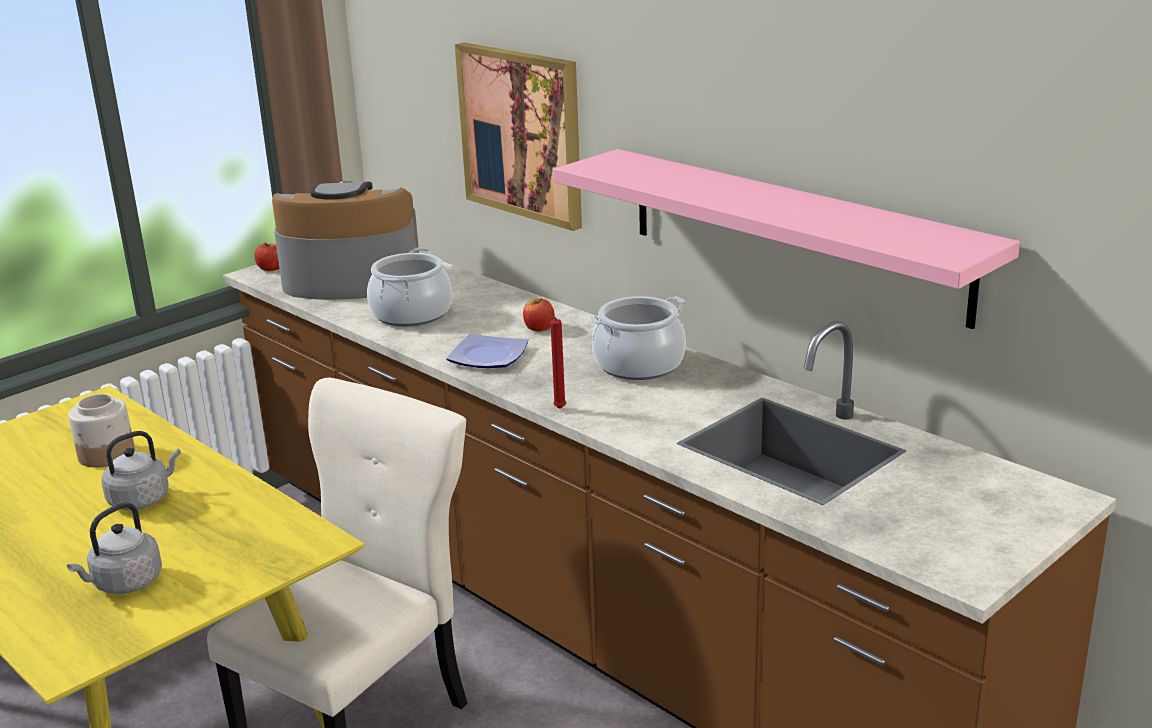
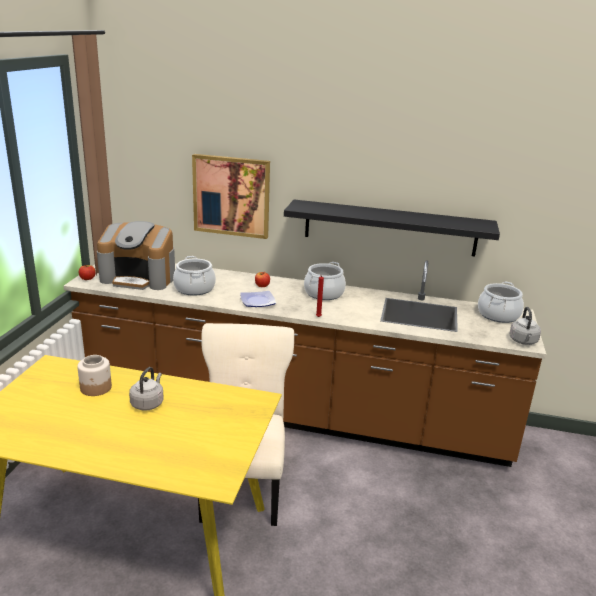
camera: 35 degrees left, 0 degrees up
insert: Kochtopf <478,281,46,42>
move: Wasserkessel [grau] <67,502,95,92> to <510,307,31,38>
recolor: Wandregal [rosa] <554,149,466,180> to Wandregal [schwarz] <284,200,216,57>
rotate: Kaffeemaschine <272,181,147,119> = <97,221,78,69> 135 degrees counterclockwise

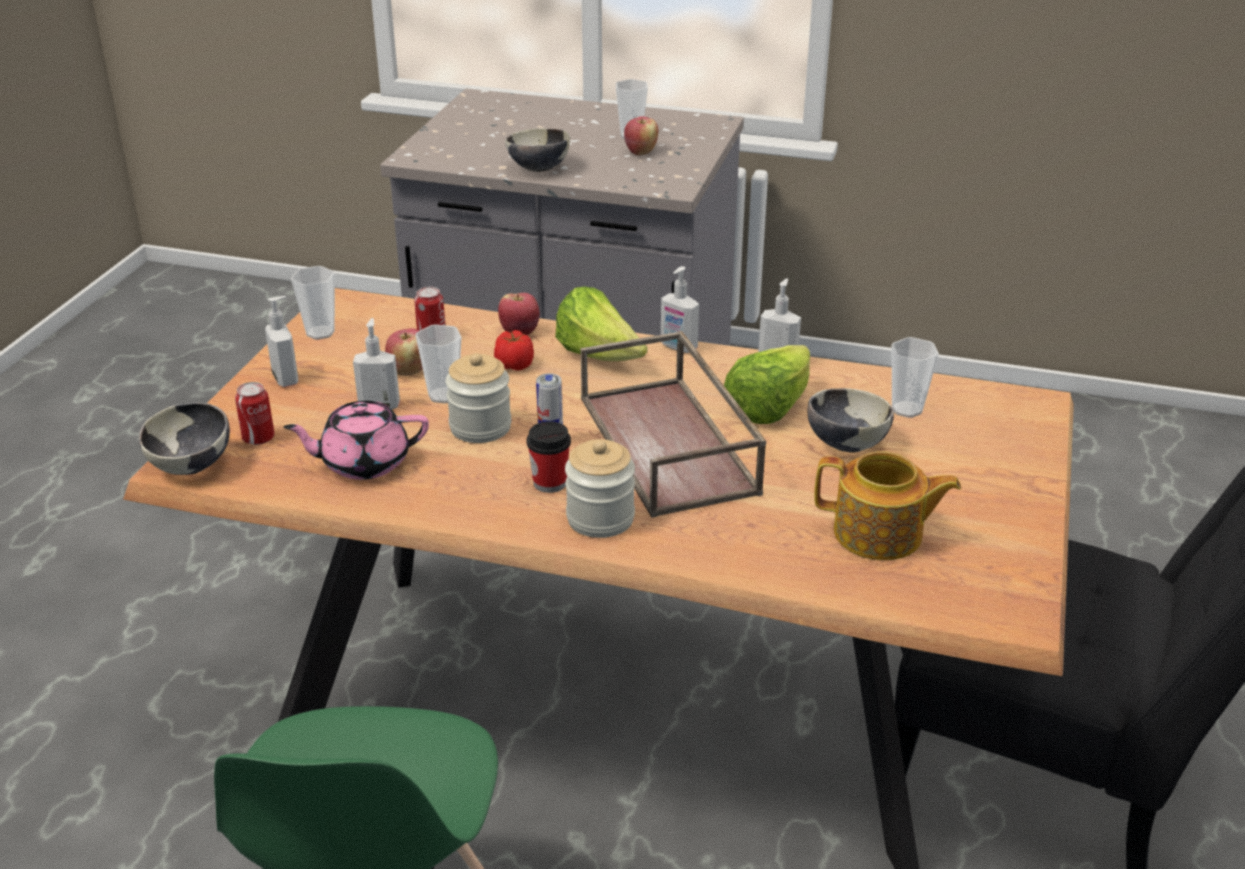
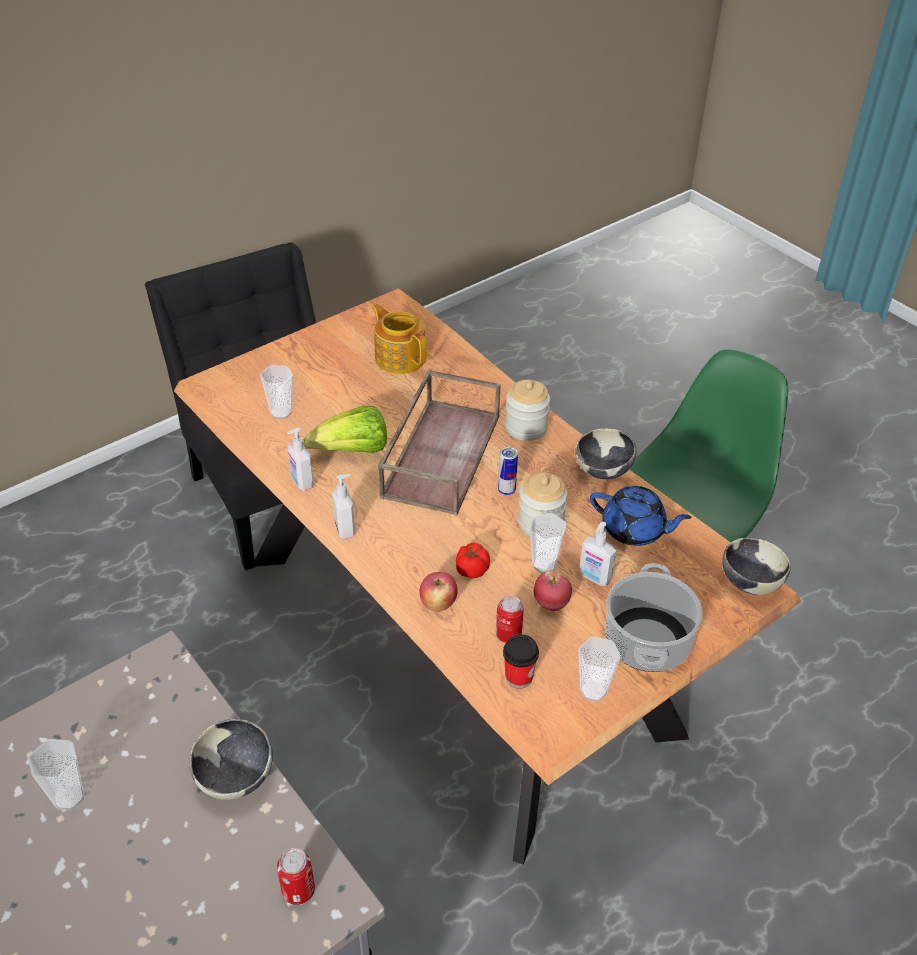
camera: 145 degrees left, 10 degrees up
delete: Apfel <624,116,34,39>; Salatkopf <555,286,93,75>
move: Dose <235,382,40,63> to <277,848,38,57>; Schüssel <808,388,86,65> to <575,428,61,51>; Tasse <527,421,44,72> to <503,634,36,55>
replace: Seifenspender <265,296,33,91> to Kochtopf <605,563,98,109>
recolor: Teekanne [rosa] <283,401,146,79> to Teekanne [blau] <590,486,102,60>

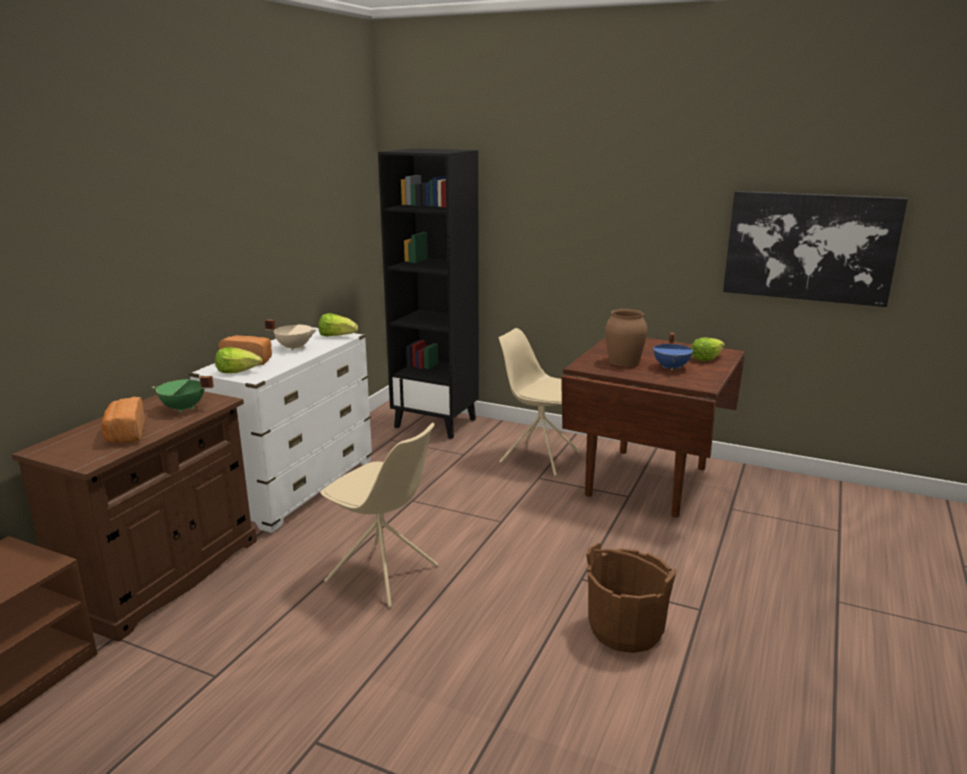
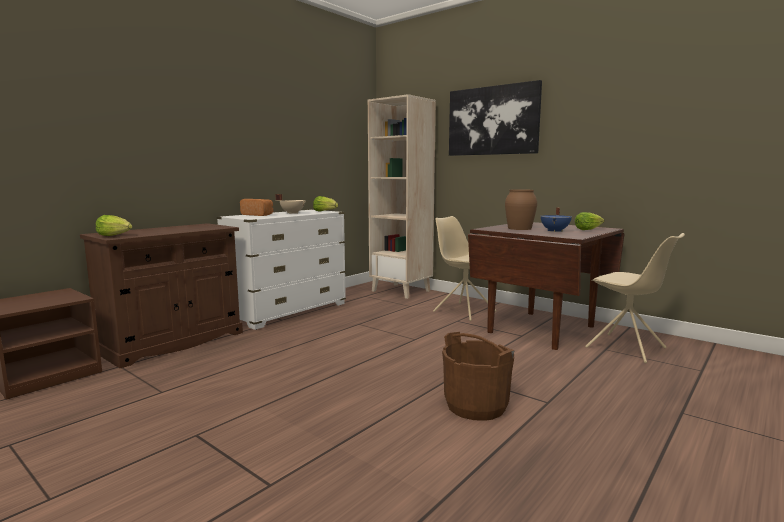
camera: 15 degrees right, 10 degrees down
delete: Kochtopf [grün] <152,376,62,37>; Brot <102,397,43,46>
move: Bild <723,191,185,116> to <449,80,93,76>; Salatkopf <215,347,47,26> to <96,215,36,21>; Stuhl [beige] <320,423,118,185> to <585,233,100,130>
recolor: Bücherregal [schwarz] <378,149,101,290> to Bücherregal [beige] <368,94,68,205>

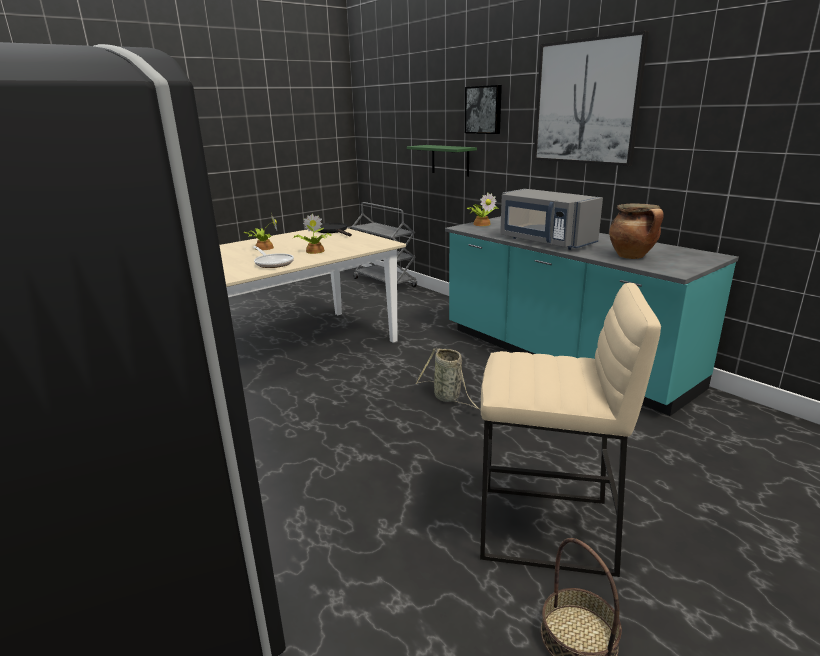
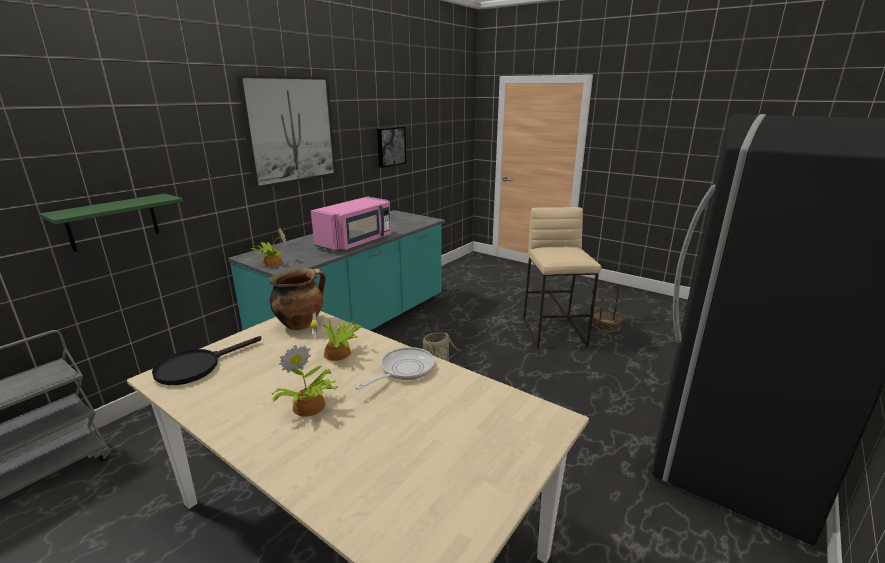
camera: 105 degrees left, 0 degrees up
move: Bild <465,85,37,49> to <377,127,29,41>; Kochtopf <609,204,55,55> to <269,268,57,62>
recolor: Mikrowelle [grau] <500,189,103,61> to Mikrowelle [rosa] <311,197,80,54>

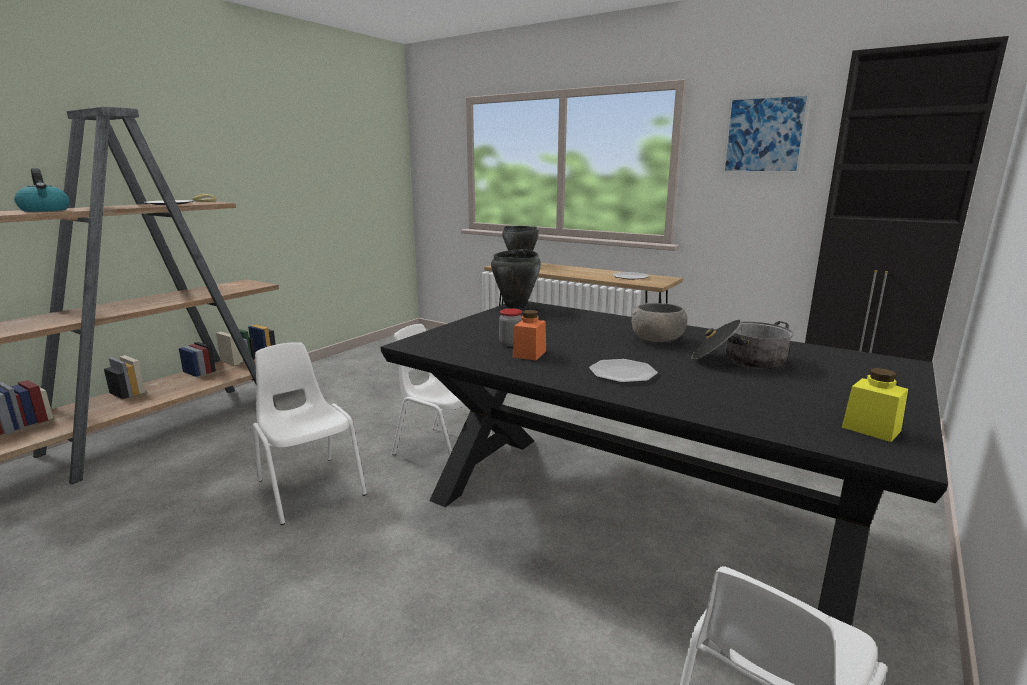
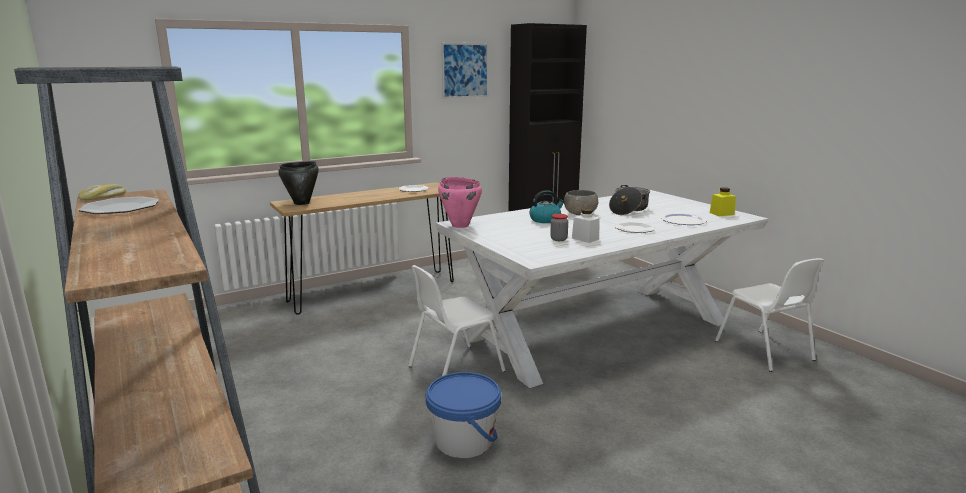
camera: 65 degrees left, 0 degrees up
insert: Teller <661,213,46,12>
move: Wasserkessel <14,168,56,44> to <530,190,35,33>
replace: Stuhl [weiß] <253,342,114,183> to Eimer [blau] <426,372,75,86>
recolor: Kochtopf [schwarz] <491,249,50,60> to Kochtopf [rosa] <438,177,44,51>; Esstisch [schwarz] <381,301,567,325> to Esstisch [weiß] <436,190,332,198>; Vorratsglas [orange] <513,310,33,50> to Vorratsglas [weiß] <572,208,27,35>

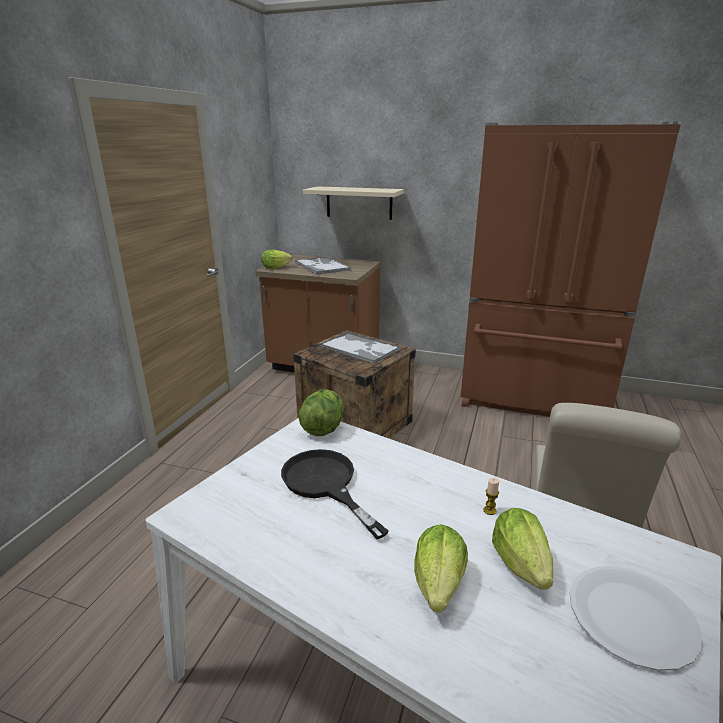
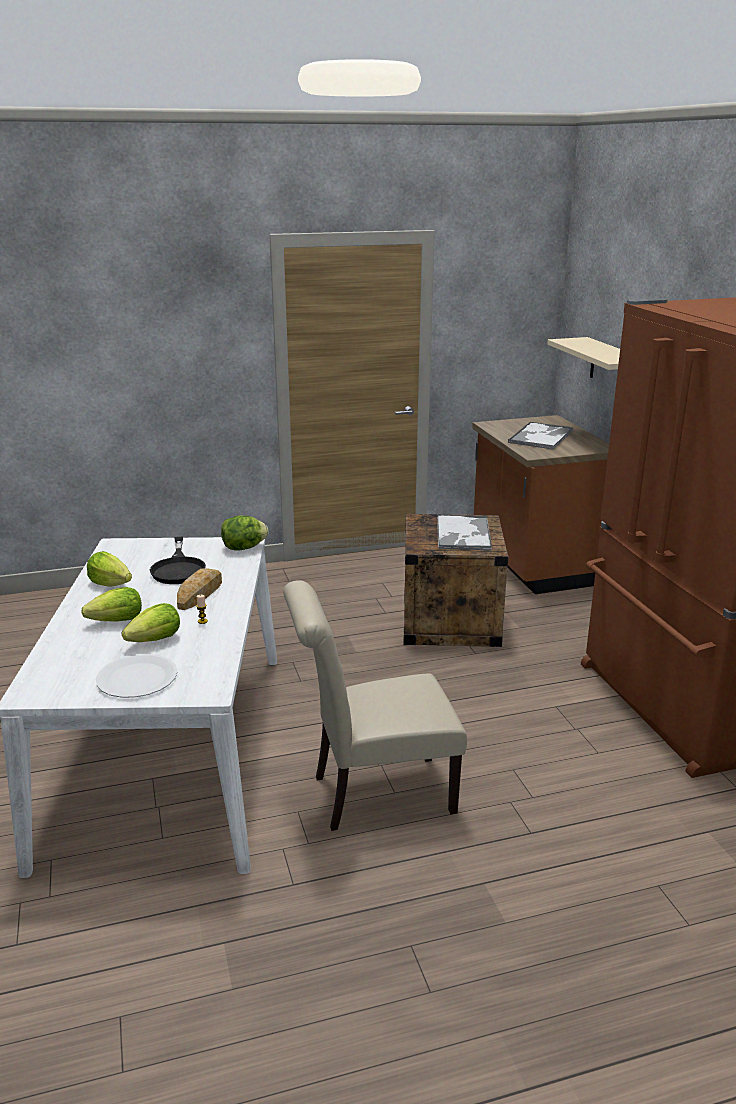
camera: 55 degrees right, 0 degrees up
insert: Brot <177,568,45,42>
move: Salatkopf <261,250,31,19> to <87,551,45,35>
rotate: Pfanne [schwarz] <281,449,108,90> = <150,537,56,47> 150 degrees clockwise

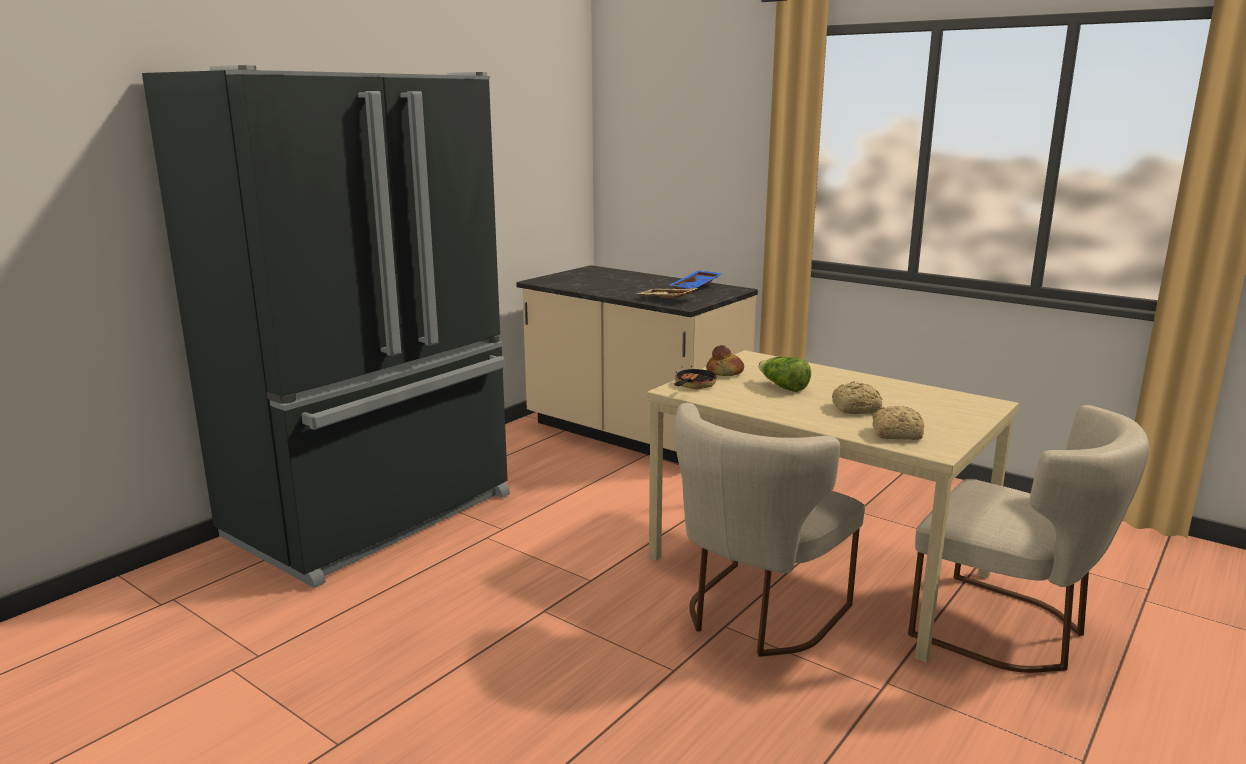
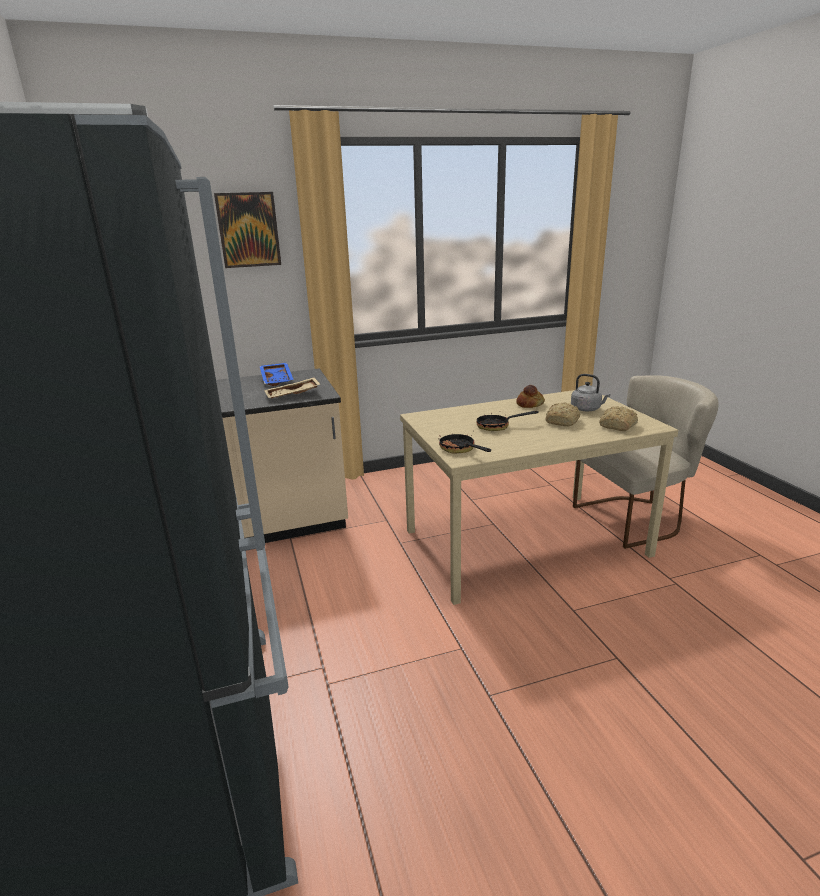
camera: 55 degrees left, 5 degrees up
delete: Stuhl [beige] <675,403,190,254>
insert: Bild <214,192,67,76>; Wasserkessel [grau] <571,374,40,37>
move: Brot <706,345,38,31> to <516,385,29,23>
replace: Salatkopf <758,357,53,35> to Pfanne <477,411,62,20>

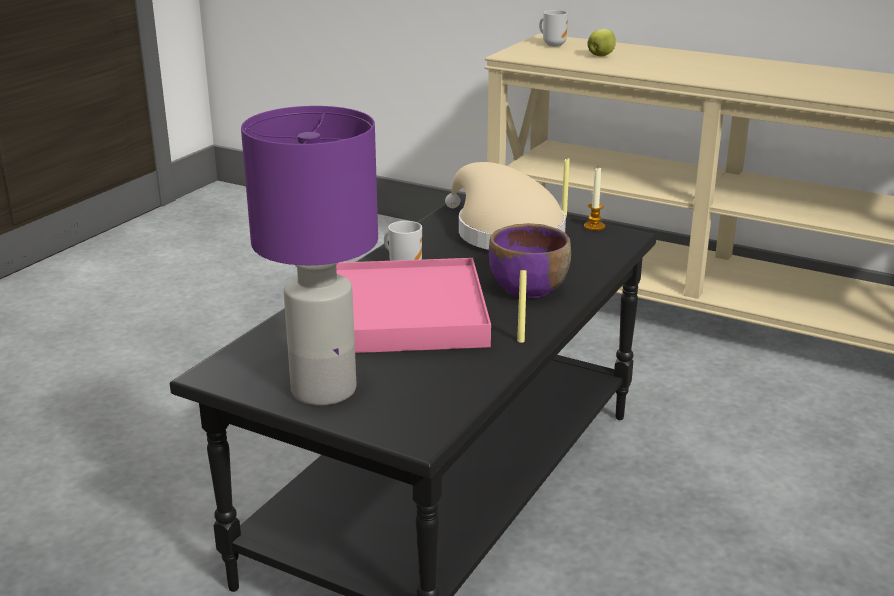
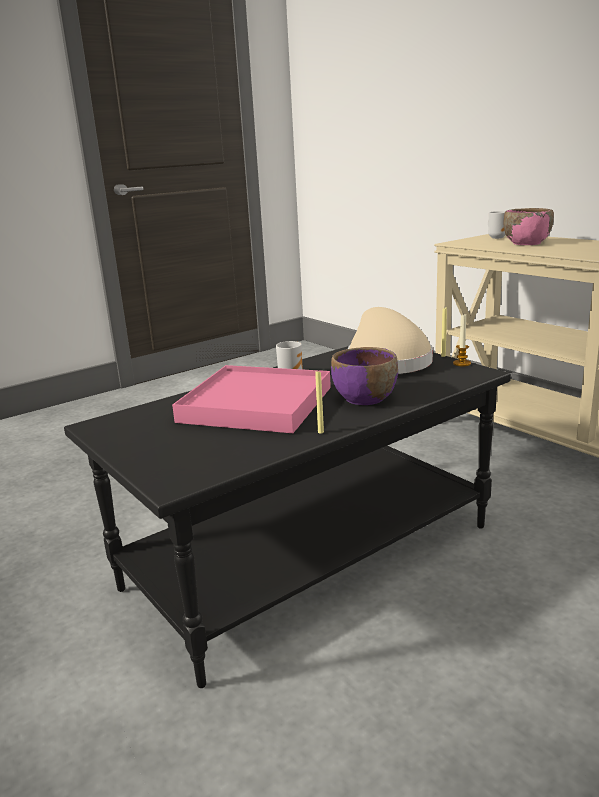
camera: 25 degrees right, 5 degrees down
delete: Tischlampe [lila] <241,106,137,299>
replace: Apfel <587,29,29,27> to Schüssel [rosa] <503,208,51,37>

